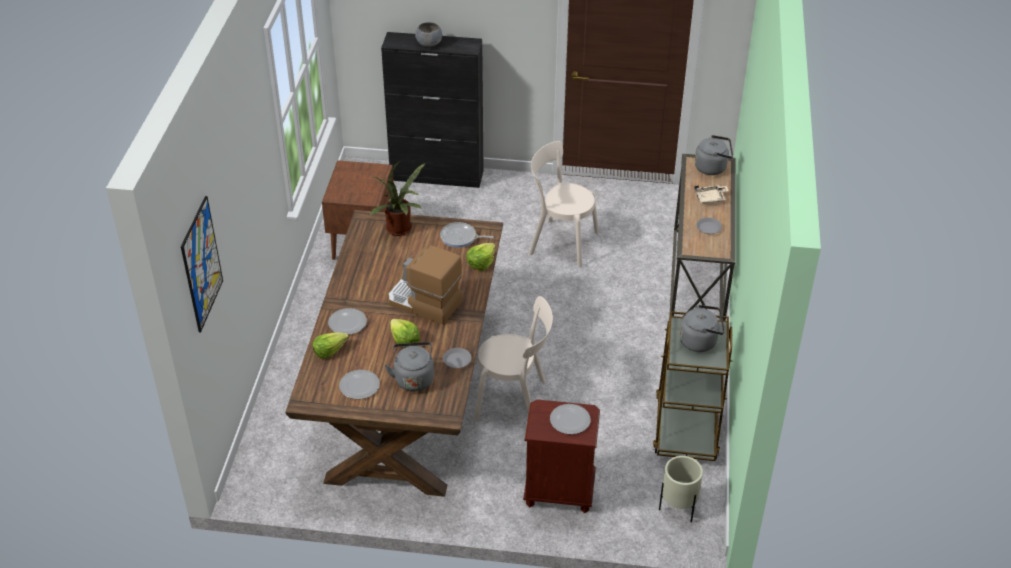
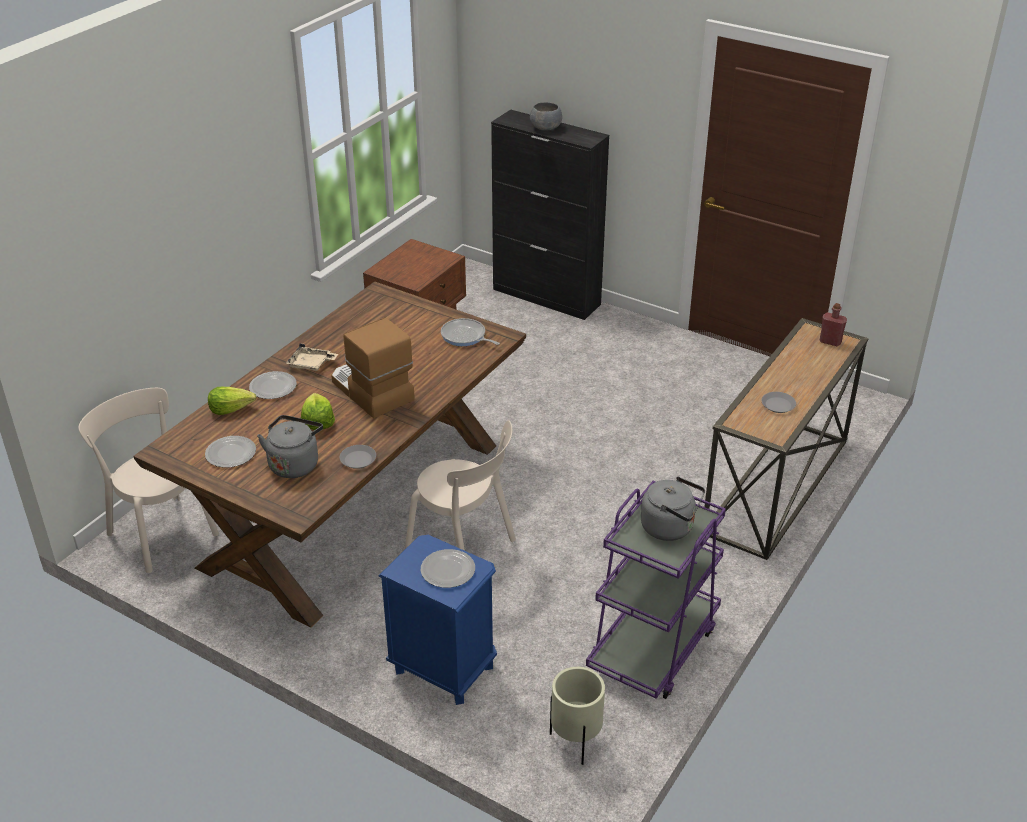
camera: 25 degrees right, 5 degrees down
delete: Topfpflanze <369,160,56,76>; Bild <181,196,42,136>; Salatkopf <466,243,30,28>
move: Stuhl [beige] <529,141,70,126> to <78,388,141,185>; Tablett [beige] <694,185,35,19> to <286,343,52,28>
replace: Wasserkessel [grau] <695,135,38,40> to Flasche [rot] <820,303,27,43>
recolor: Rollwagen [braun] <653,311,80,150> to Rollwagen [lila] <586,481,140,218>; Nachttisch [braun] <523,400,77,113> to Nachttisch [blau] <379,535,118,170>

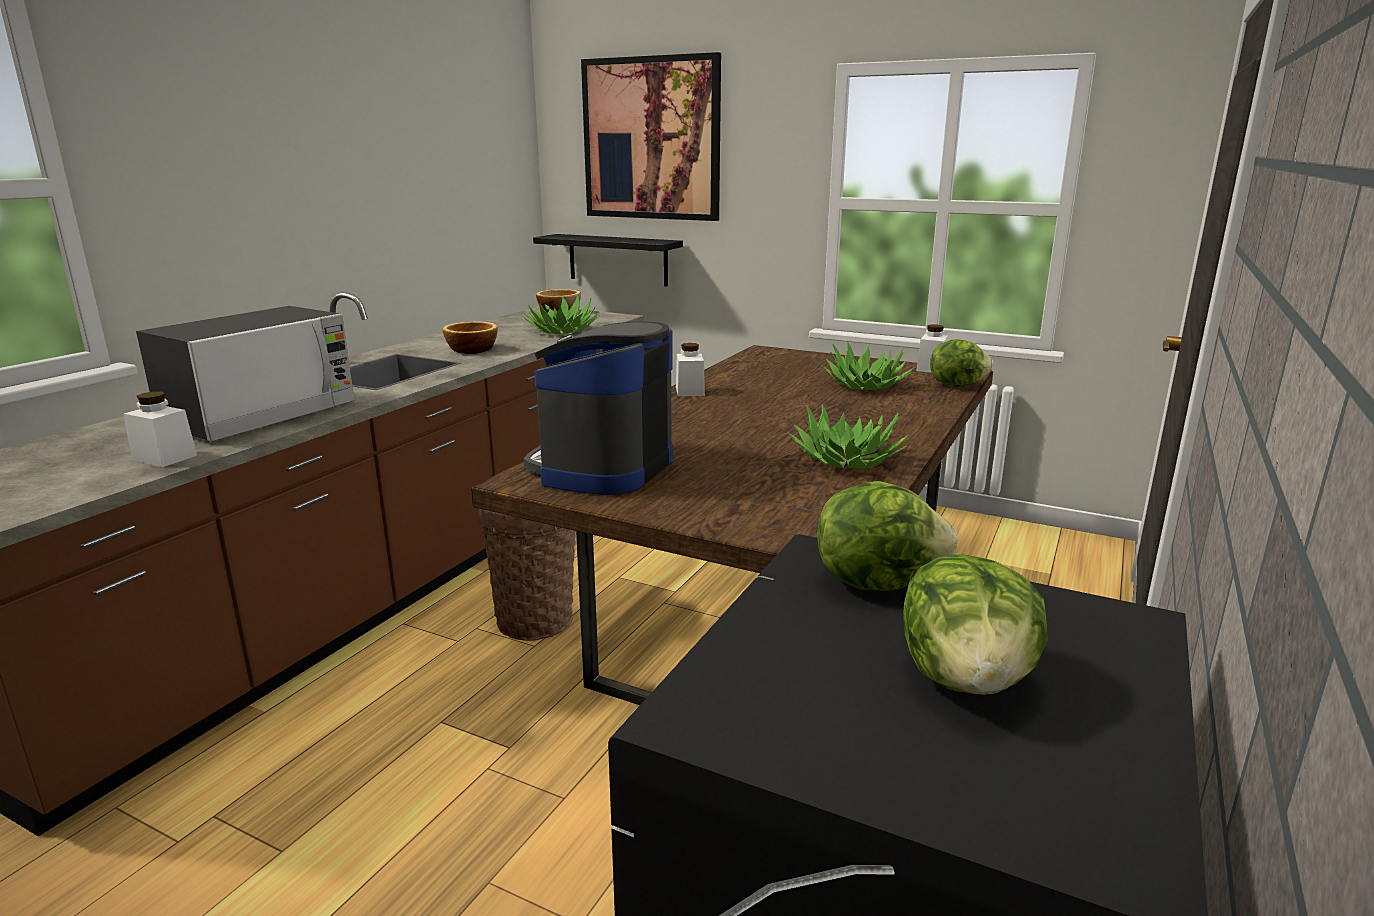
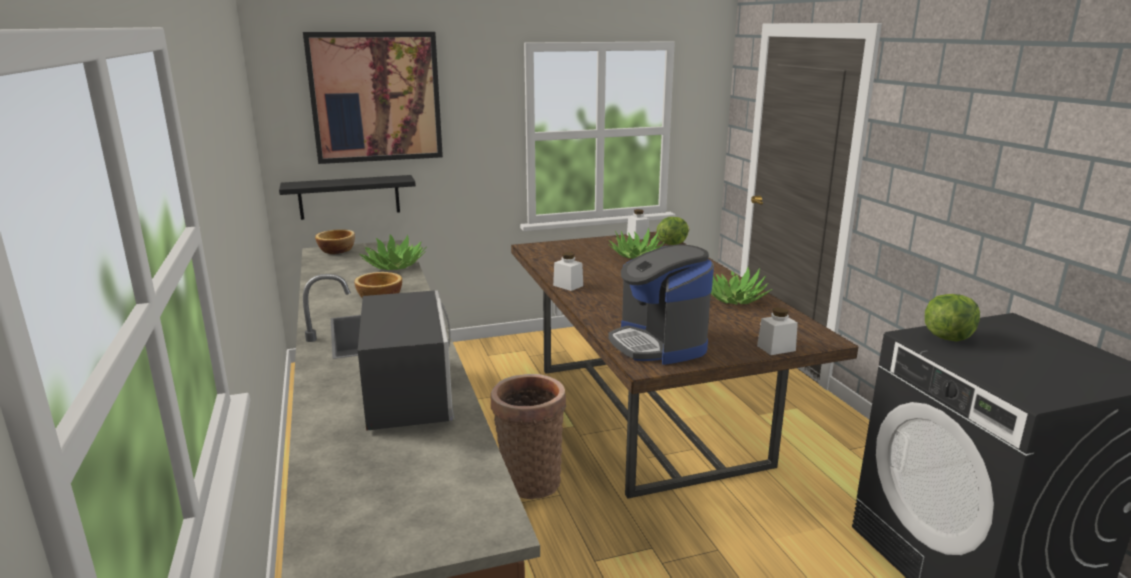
camera: 45 degrees left, 0 degrees up
delete: Salatkopf <903,554,145,141>
move: Vorratsglas [weiß] <124,391,73,76> to <757,307,41,48>

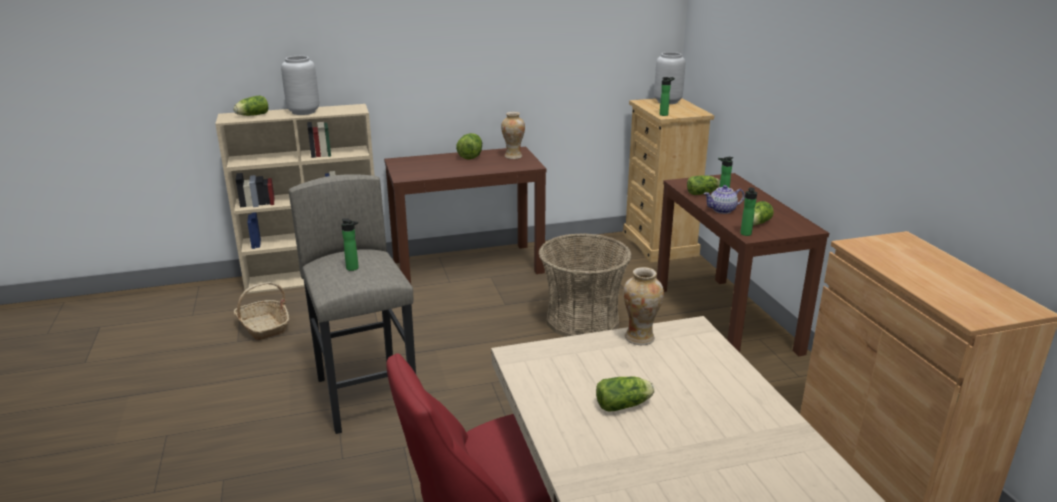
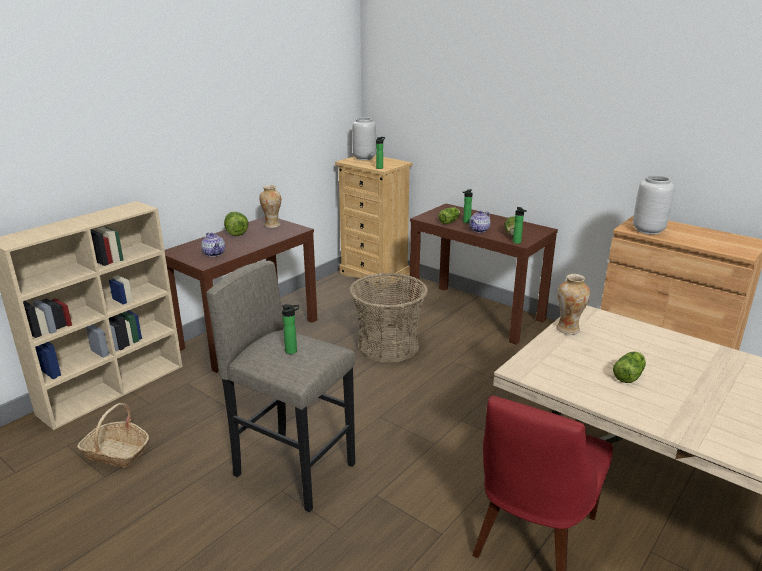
camera: 35 degrees left, 0 degrees up
delete: Salatkopf <233,96,35,20>
insert: Teekanne <201,233,24,24>
move: Vase [grau] <281,56,38,59> to <633,175,41,60>

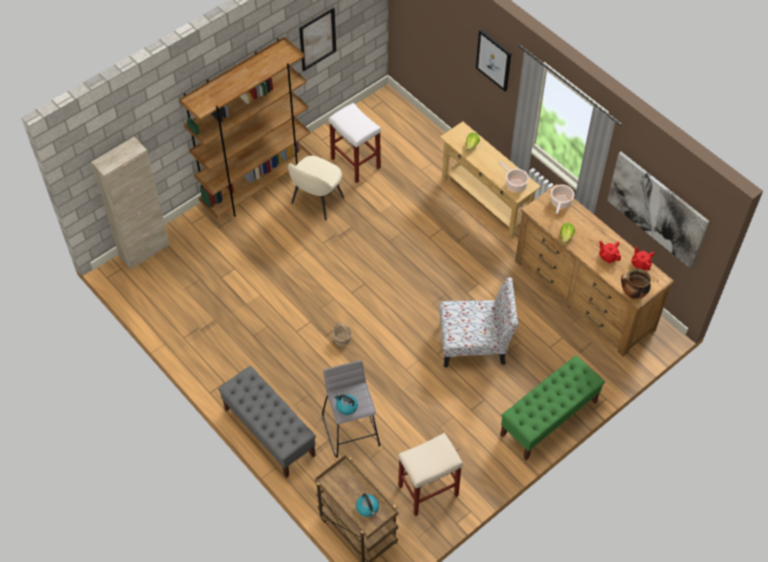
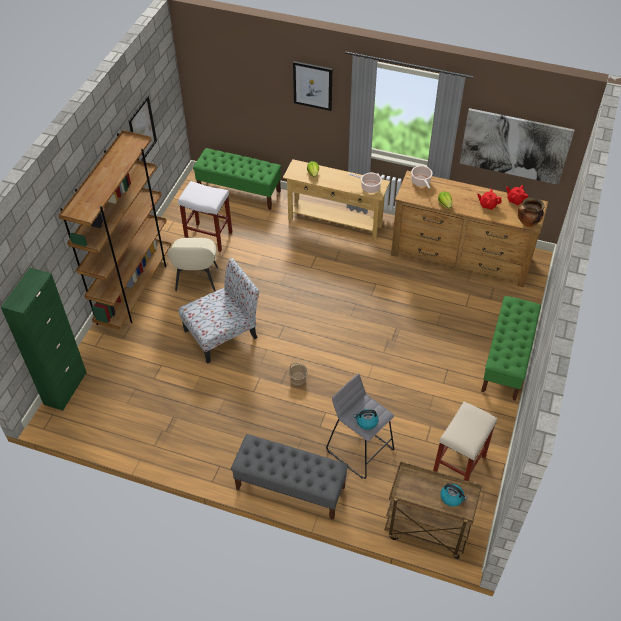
camera: 30 degrees left, 5 degrees down
insert: Bank [grün] <193,148,88,62>
move: Stuhl <439,277,79,90> to <179,258,80,106>
recolor: Schrank [beige] <91,137,79,133> to Schrank [grün] <1,268,86,143>

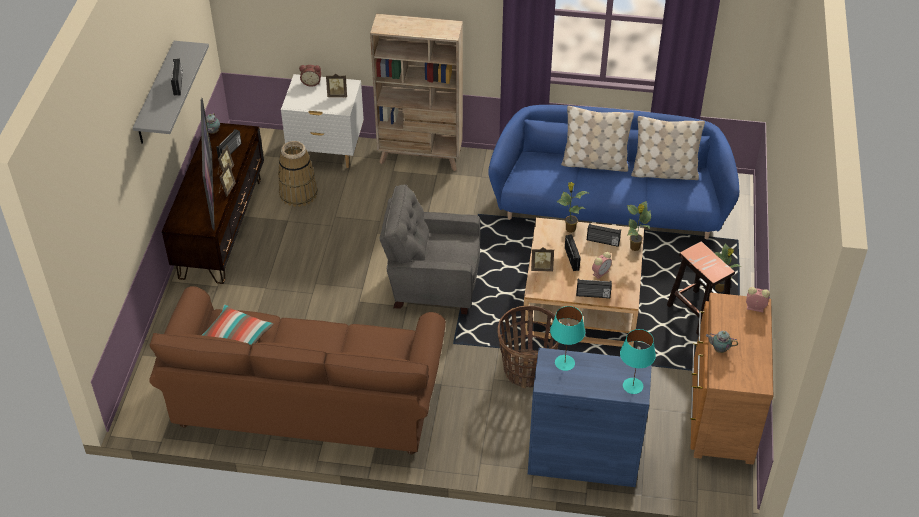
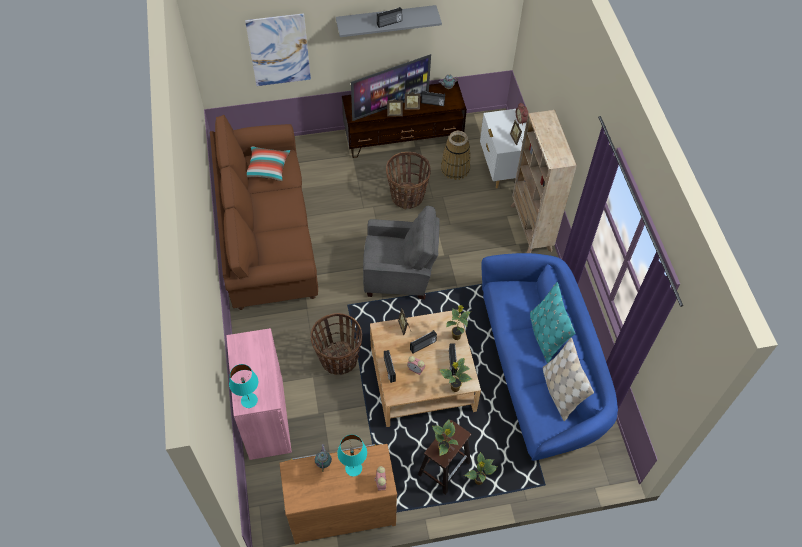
camera: 70 degrees right, 10 degrees up
insert: Bild <245,13,66,73>; Korb <386,152,45,57>; Topfpflanze <432,420,26,36>
move: Tischlampe [türkis] <550,306,35,65> to <337,435,30,41>
recolor: Kissen [beige] <561,106,73,66> to Kissen [türkis] <530,282,45,81>; Schrank [blau] <528,348,124,139> to Schrank [rosa] <226,328,66,132>
rotate: Sessel [grau] <379,184,102,130> = <363,206,77,93> 105 degrees clockwise

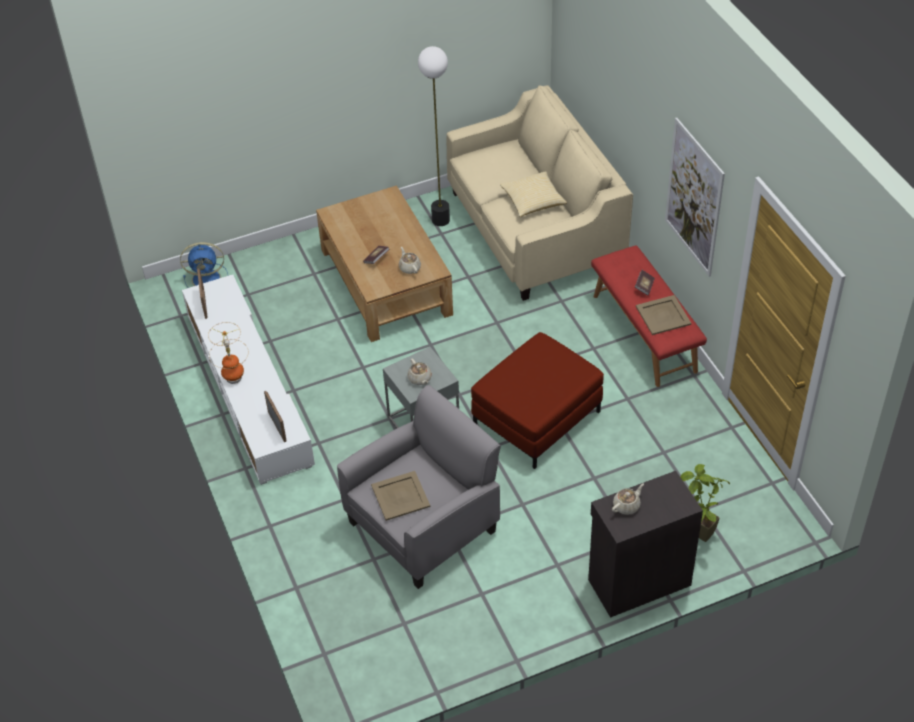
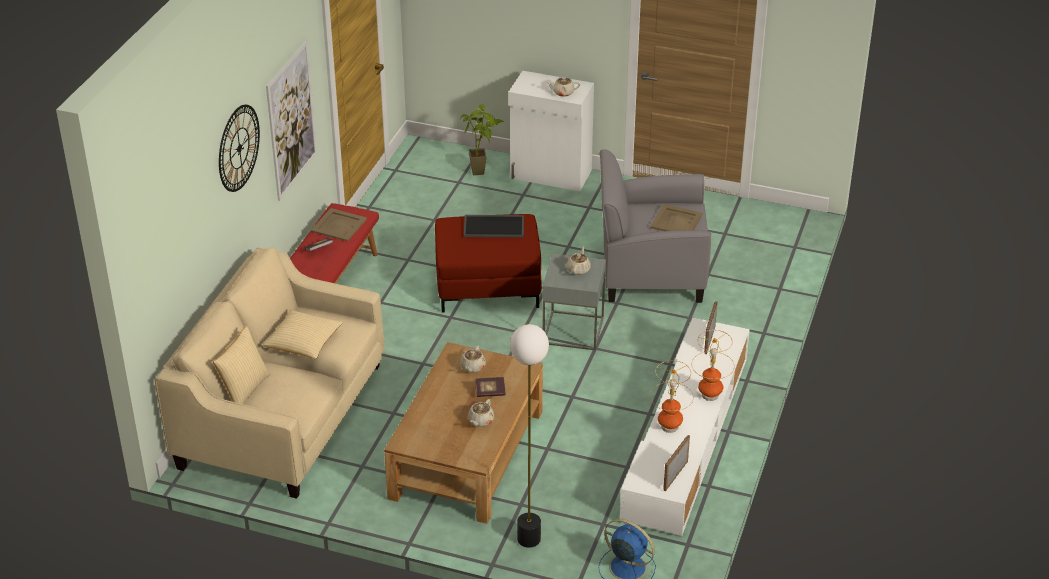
camera: 140 degrees left, 10 degrees down
insert: Wanduhr <219,105,41,87>; Tablett <464,215,60,22>; Kissen <213,325,57,79>; Tischlampe <650,360,44,73>; Teekanne [beige] <468,399,26,28>
move: Stehlampe <418,46,32,180> to <510,324,39,224>
recolor: Schrank [schwarz] <588,471,115,147> to Schrank [weiß] <508,71,86,120>

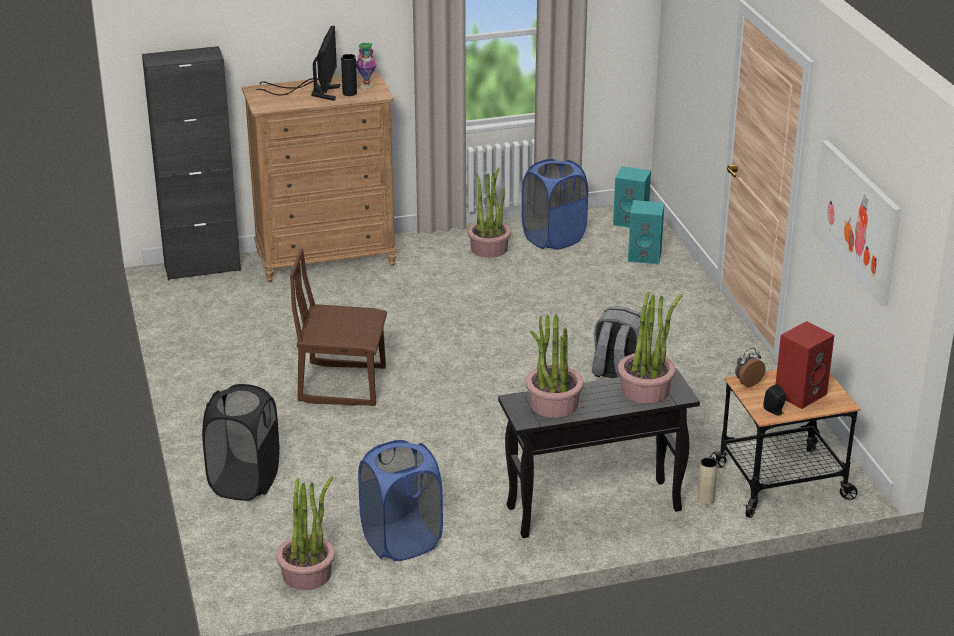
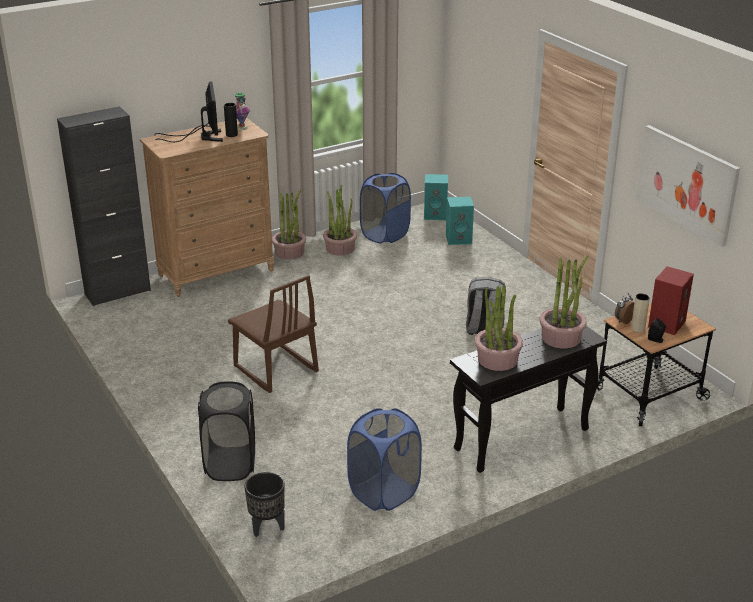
camera: 15 degrees left, 0 degrees up
insert: Pflanzkübel [schwarz] <245,472,40,65>
move: Vase [beige] <697,457,21,48> to <631,293,19,39>; Topfpflanze <276,476,59,114> to <272,190,34,69>
rotate: Stuhl [braun] <290,248,97,158> = <228,275,91,118> 120 degrees counterclockwise

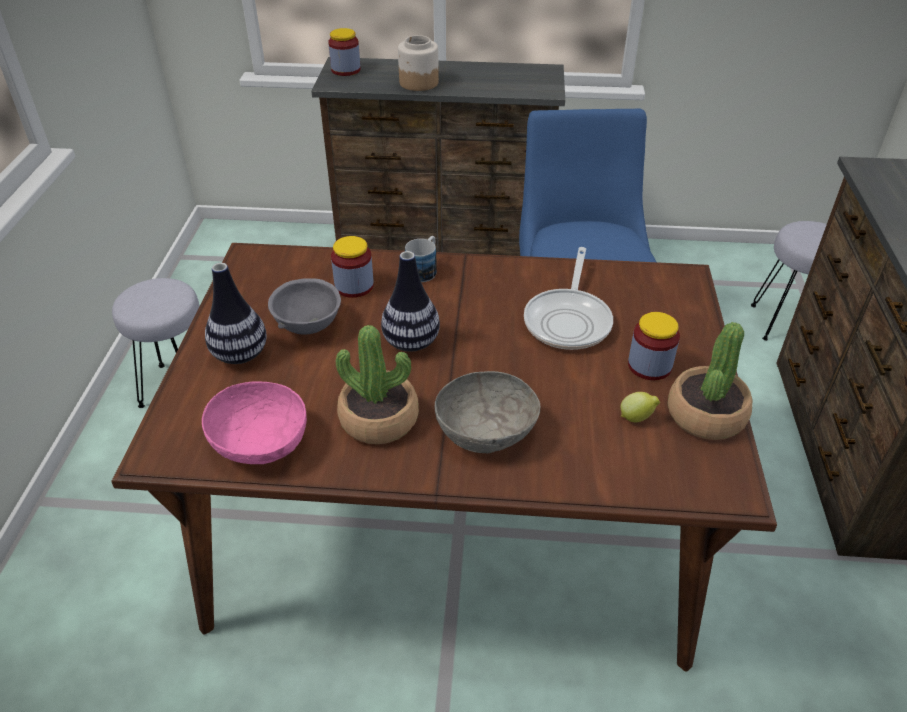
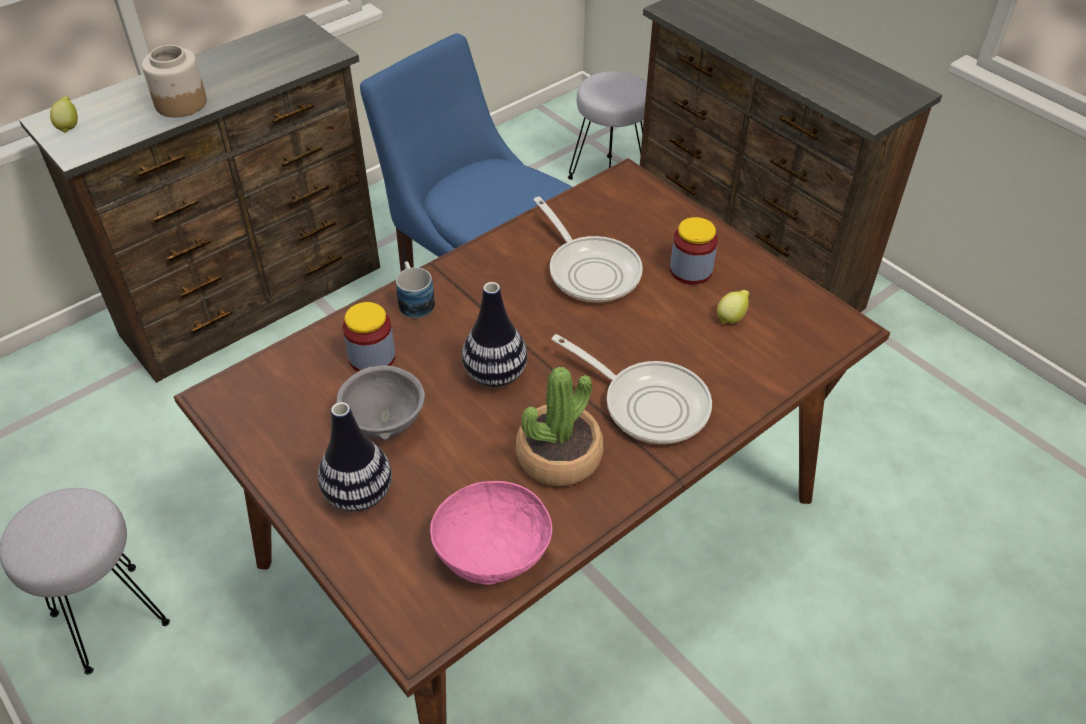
camera: 45 degrees left, 5 degrees up
delete: Topfpflanze <668,322,84,118>
replace: Vorratsglas <328,28,33,48> to Zitrone <50,96,28,37>; Schüssel [grau] <435,371,105,82> to Pfanne <552,334,160,110>

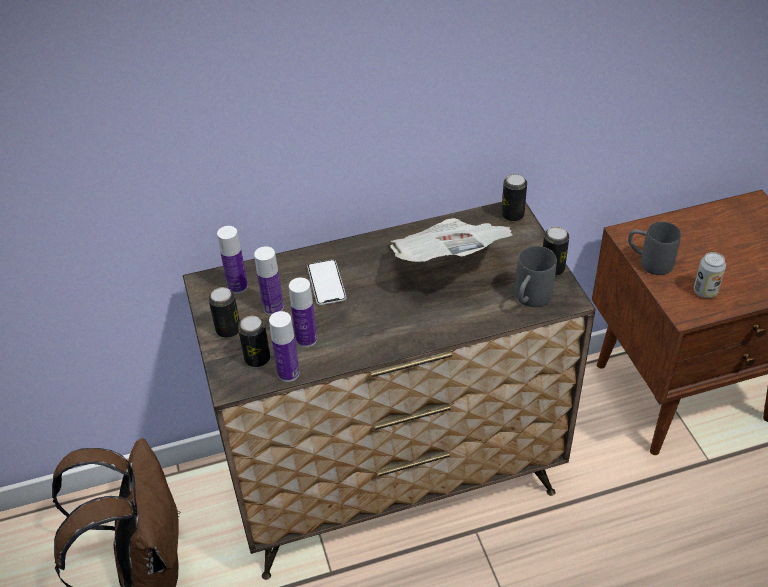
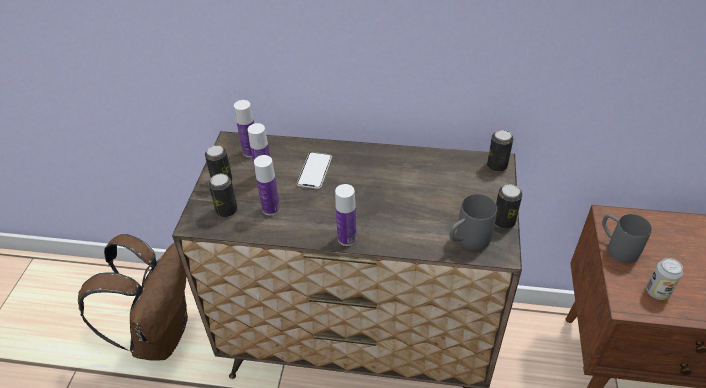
camera: 25 degrees right, 0 degrees up
delete: Zeitung <390,218,123,44>
move: Flasche <269,311,31,71> to <335,184,21,62>

